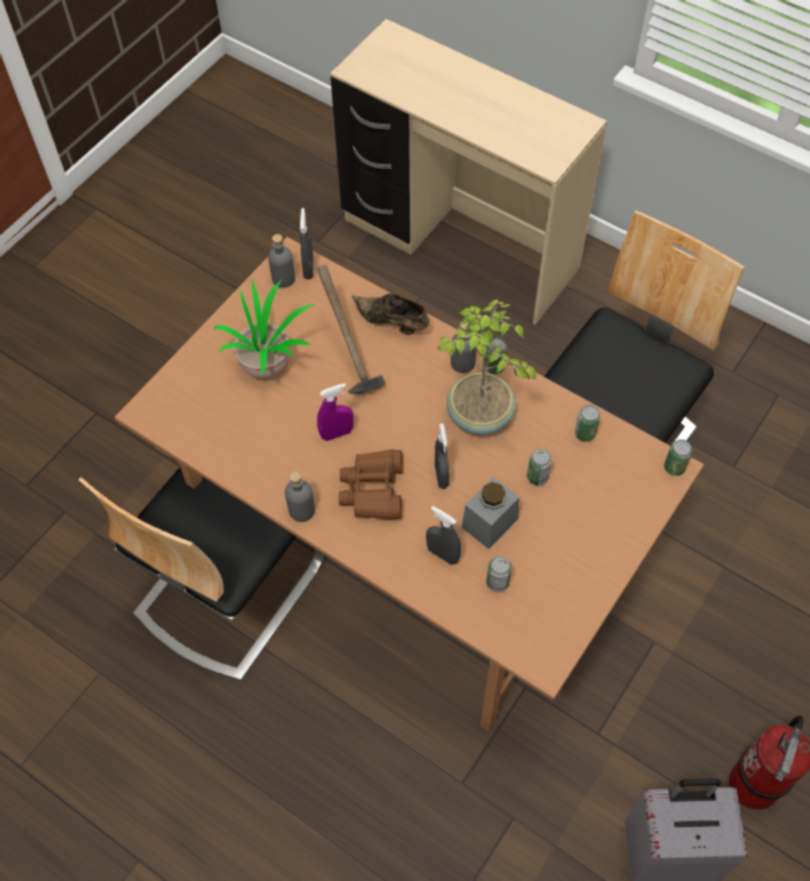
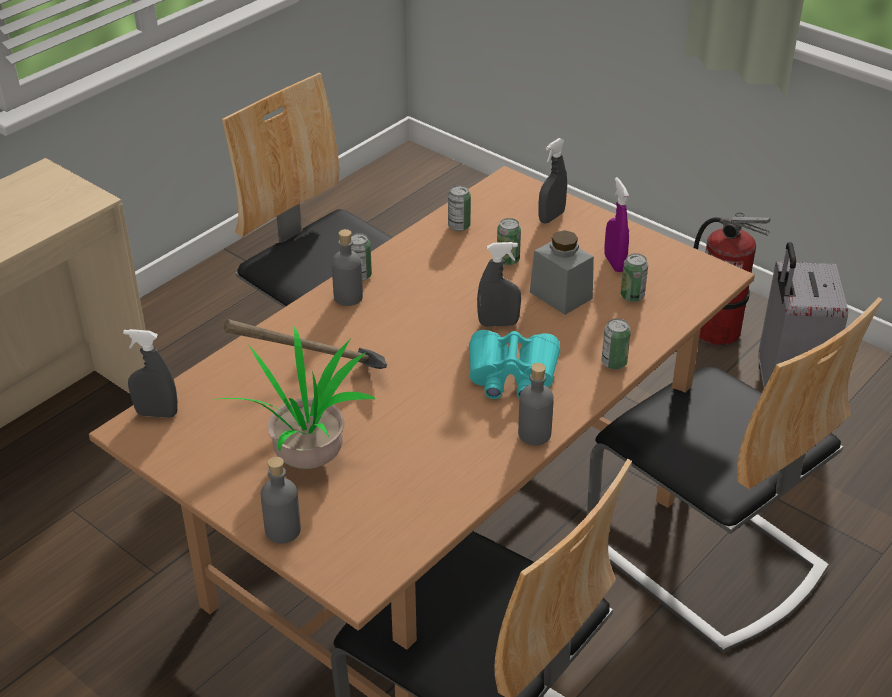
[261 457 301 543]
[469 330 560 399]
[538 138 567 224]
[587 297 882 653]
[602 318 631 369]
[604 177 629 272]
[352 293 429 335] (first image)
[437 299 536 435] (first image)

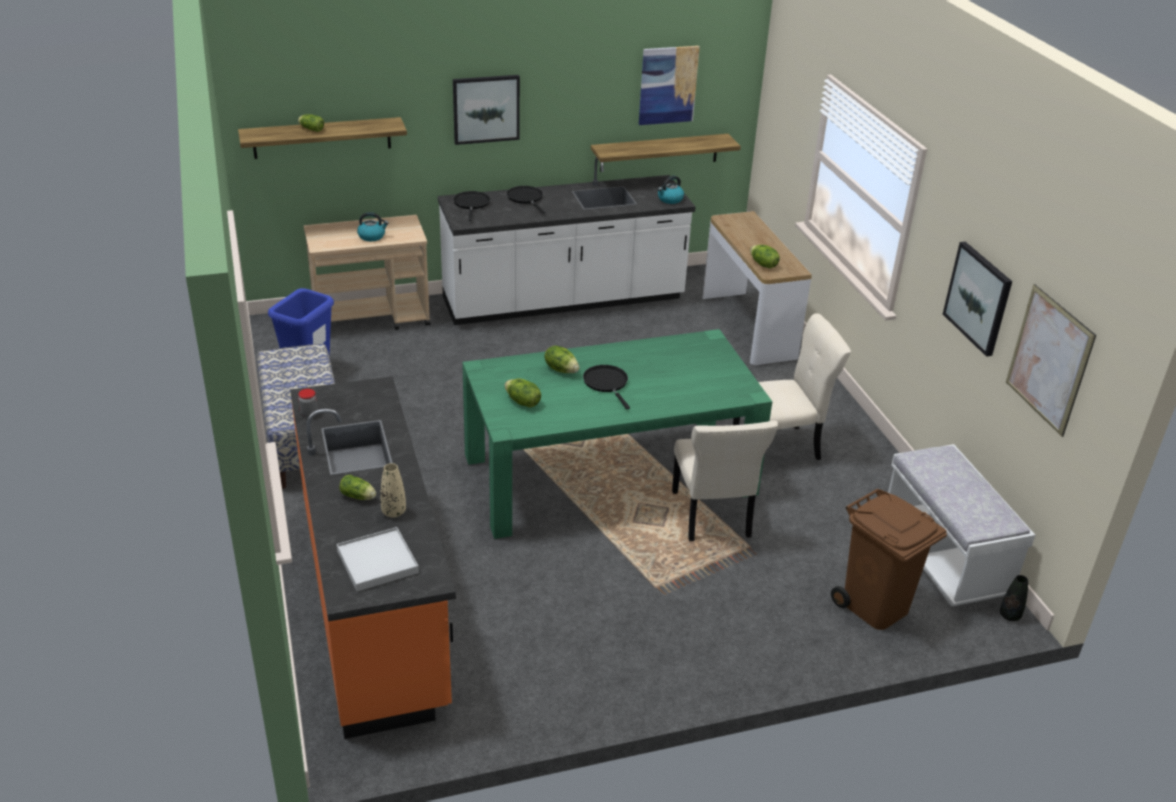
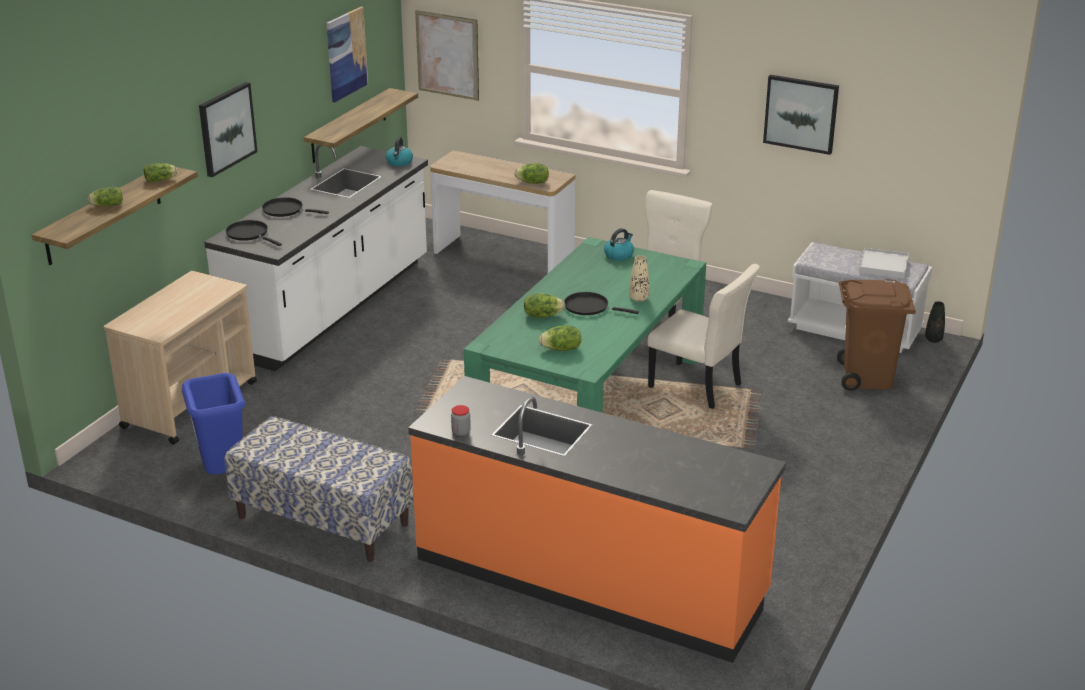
[144 163 177 182]
[415 10 479 101]
[604 228 634 261]
[629 255 649 302]
[859 248 909 279]

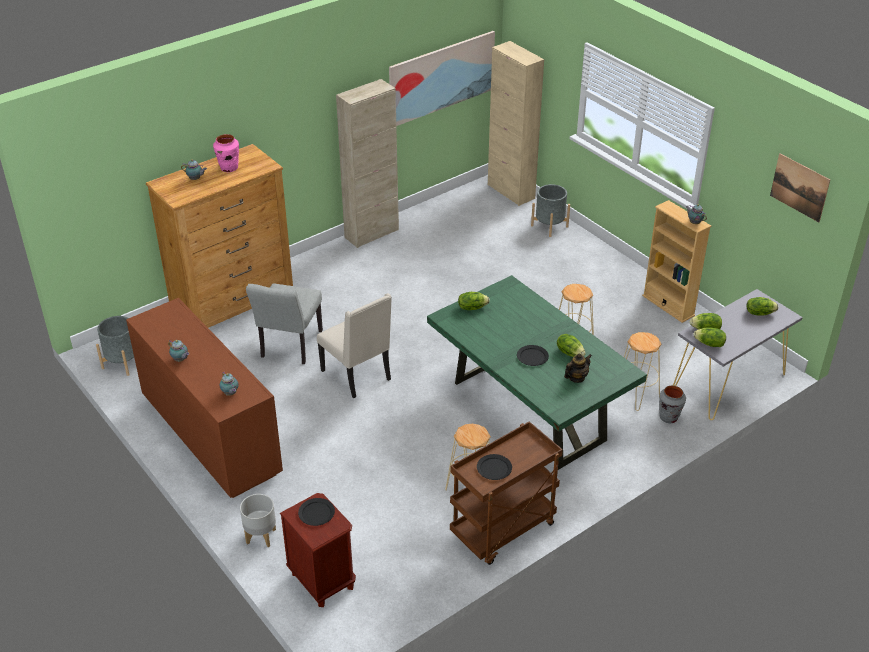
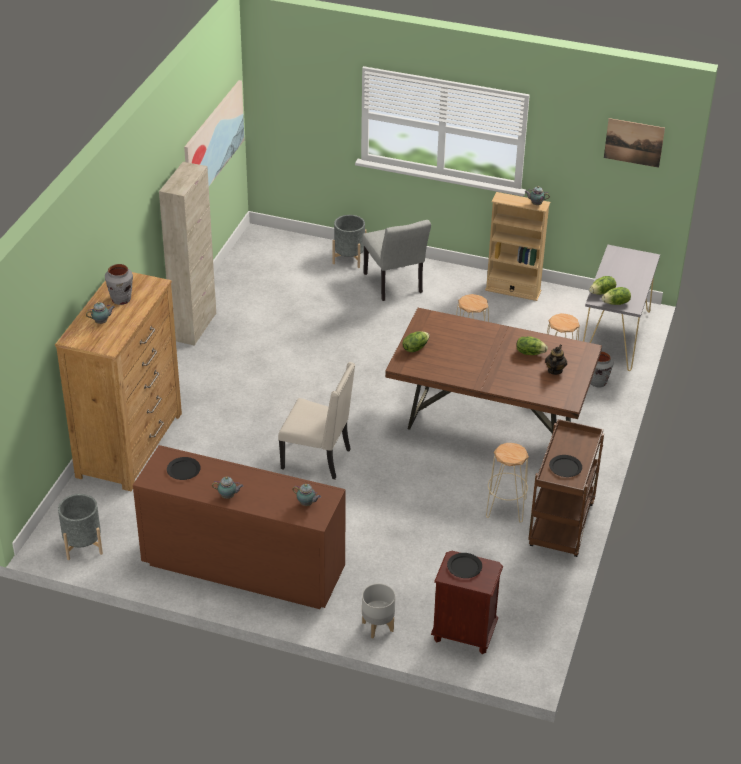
[105 264 133 305]
[167 457 201 480]
[362 220 431 301]
[385 308 602 434]
[488 41 544 206] (first image)
[747 297 778 315] (first image)

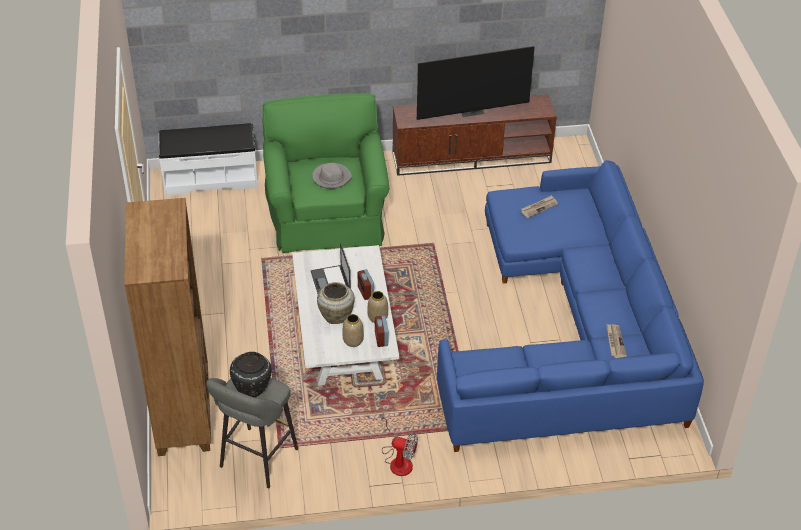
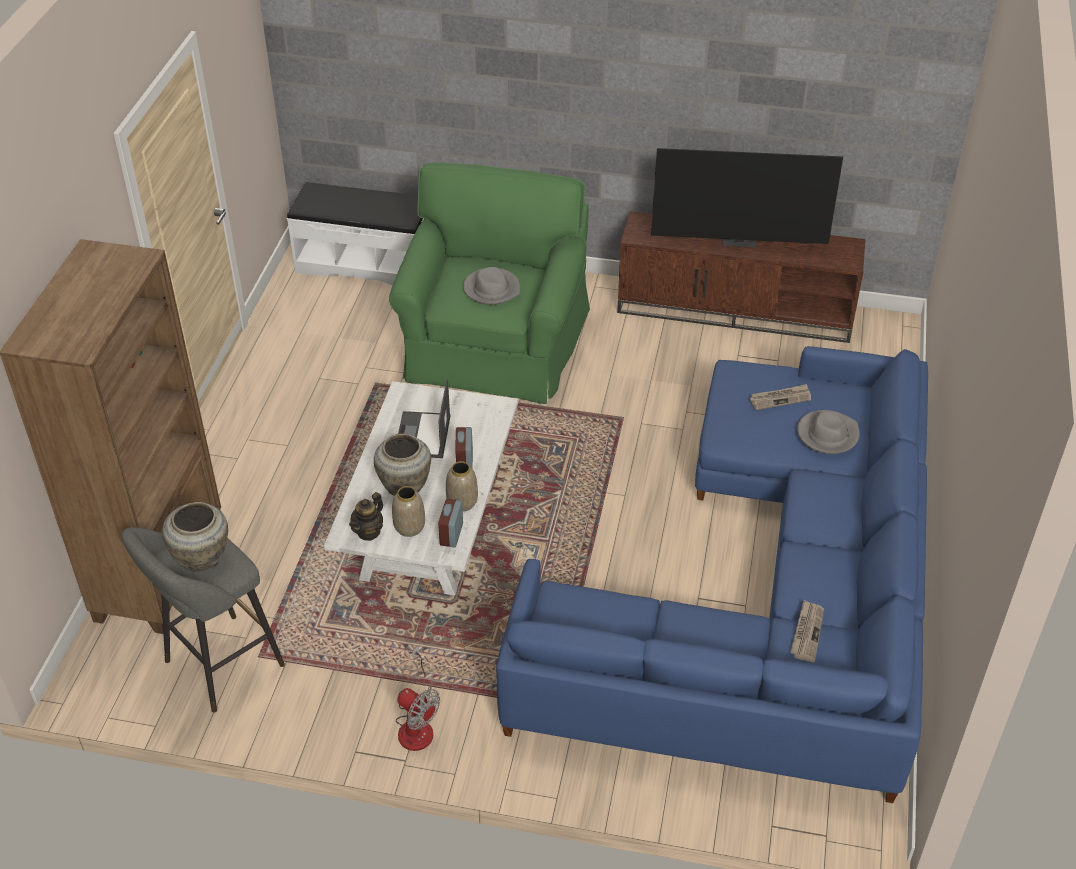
[162 502 228 572]
[349 492 383 541]
[797 410 859 454]

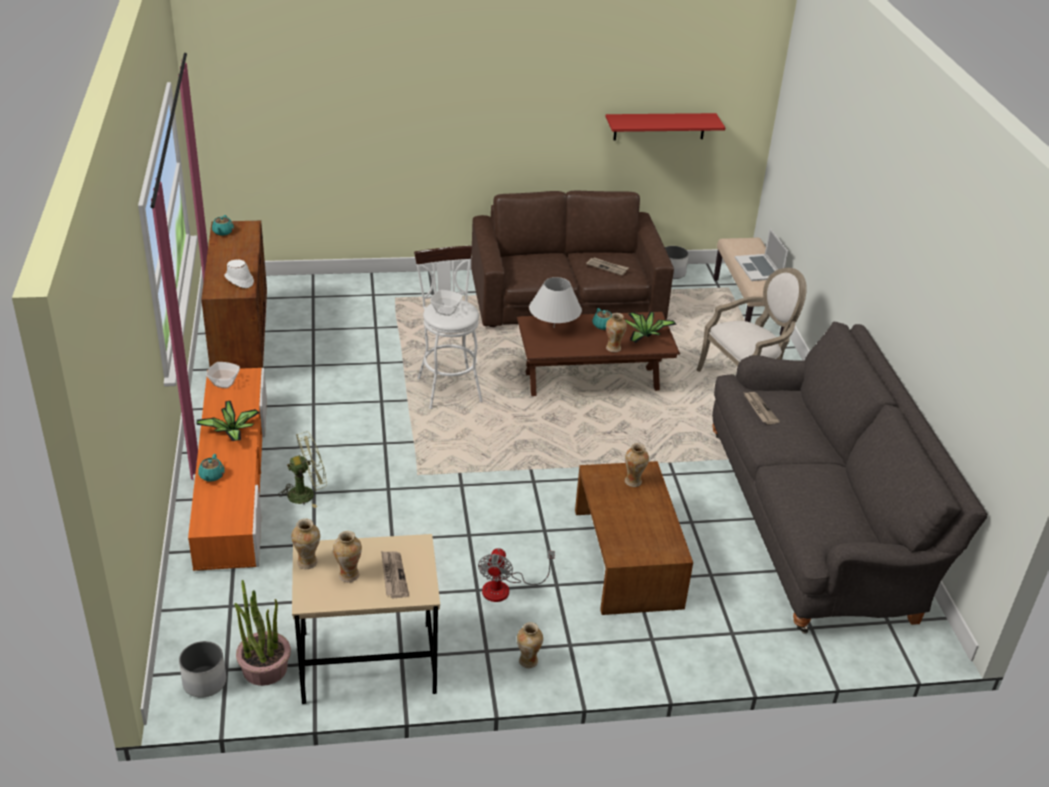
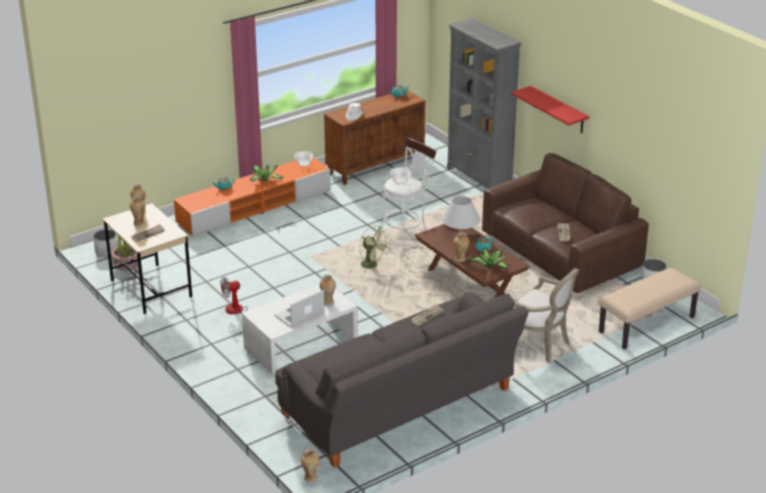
[242 284 358 375]
[274 290 325 328]
[301 448 319 483]
[359 225 389 272]
[447 18 522 188]
[511 86 589 133]

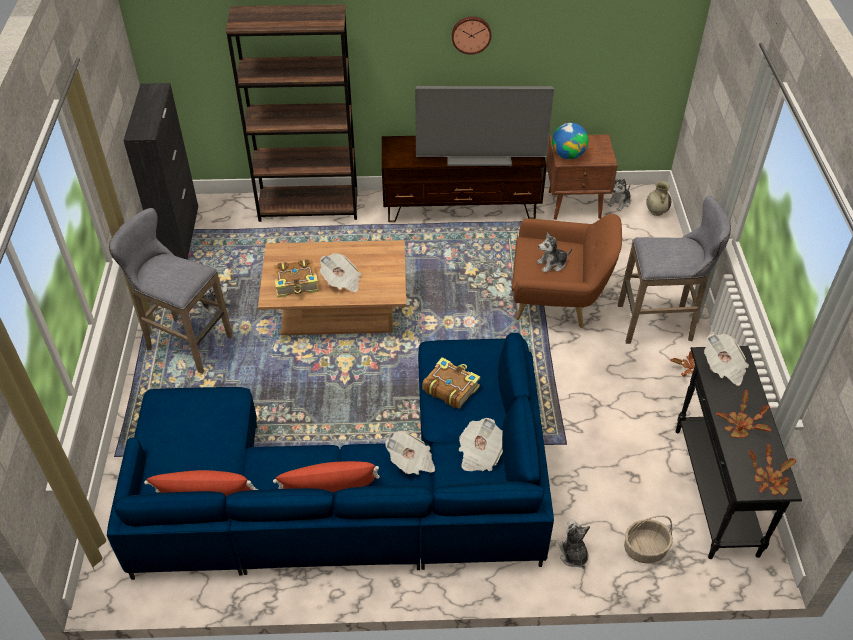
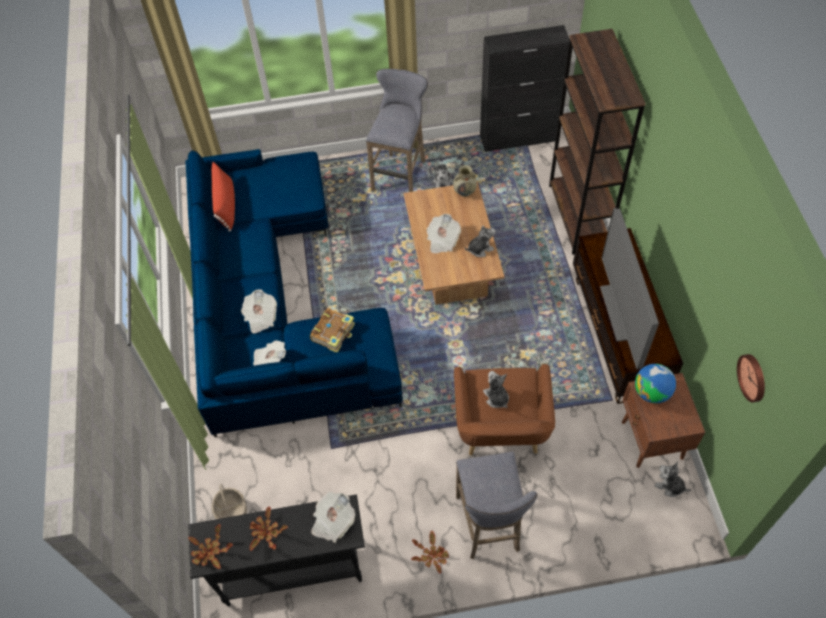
[453 165 477 197]
[465 225 496 257]
[737 354 765 403]
[273 461 380 492] (first image)
[274 259 319 297] (first image)

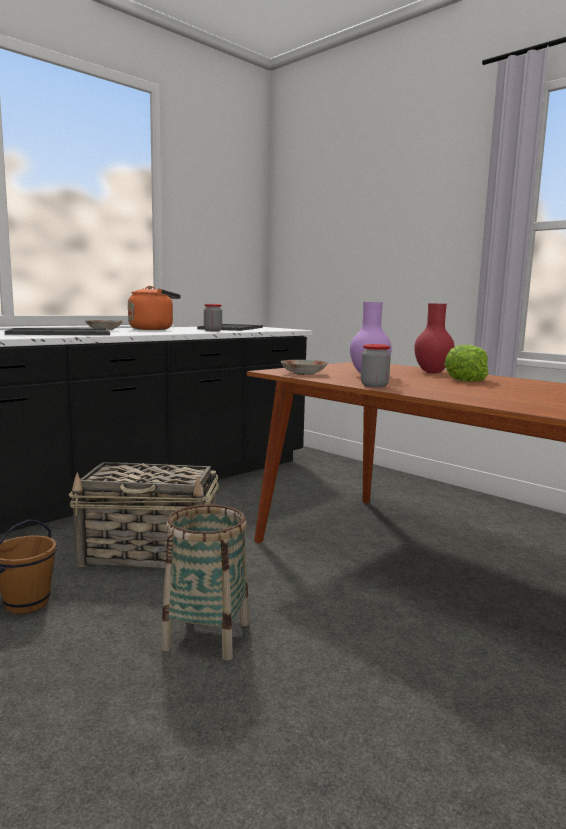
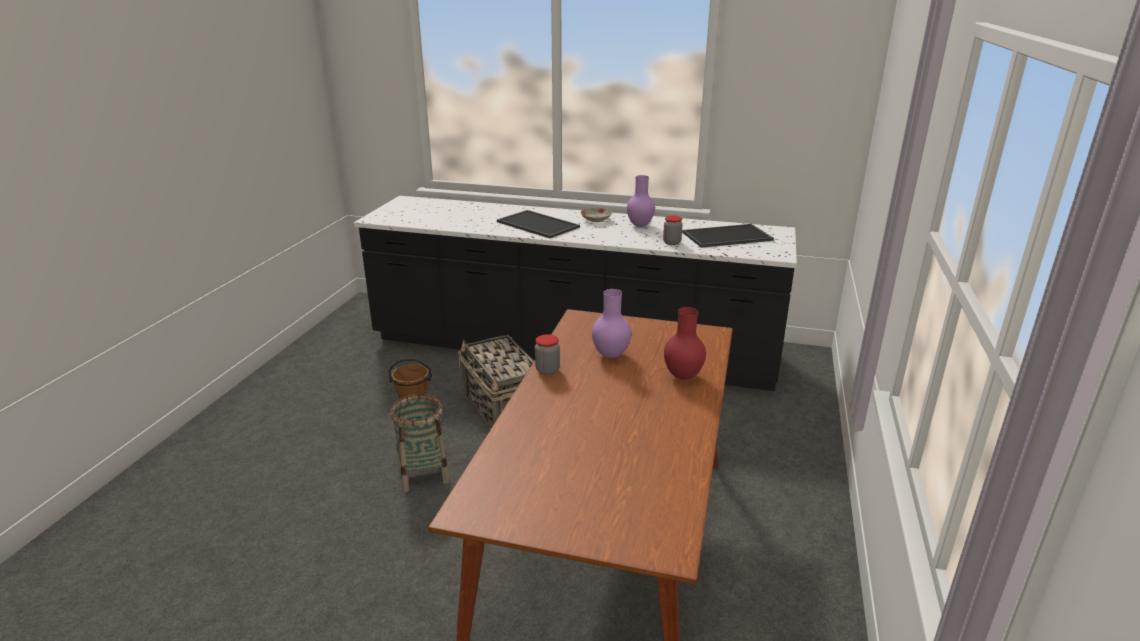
[627 175 655 227]
[281 360 328 375] (first image)
[444 345 489 381] (first image)

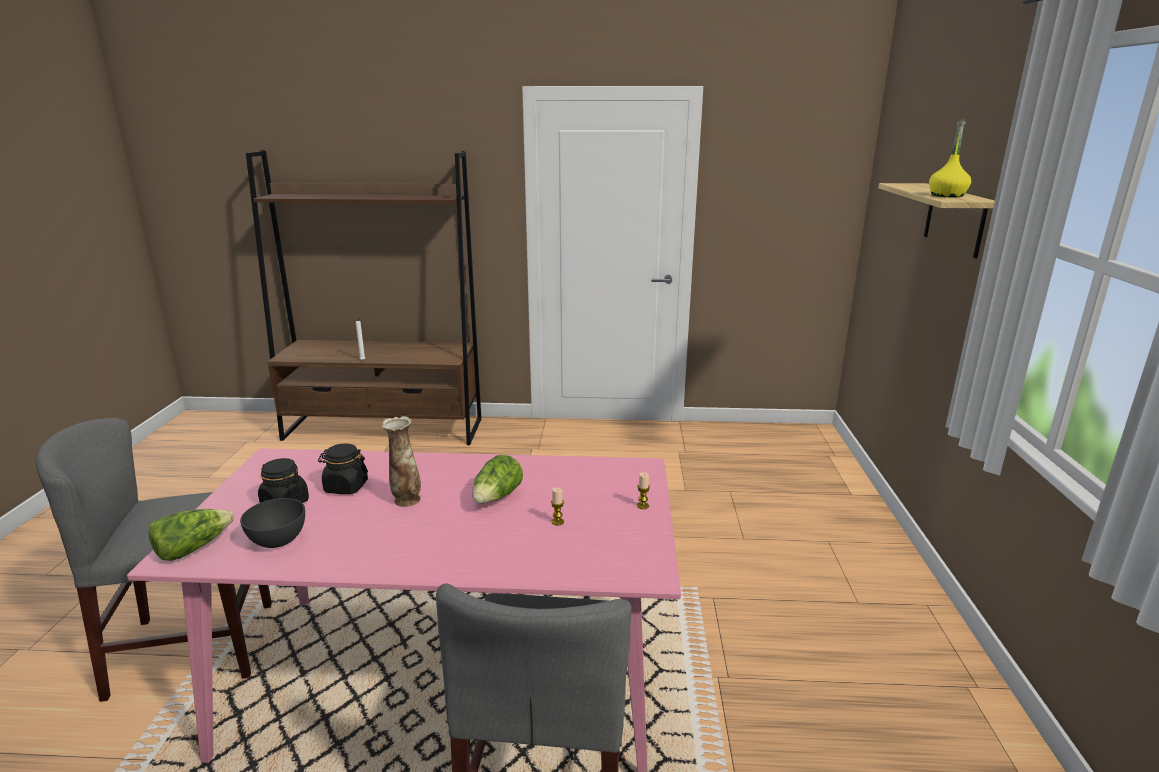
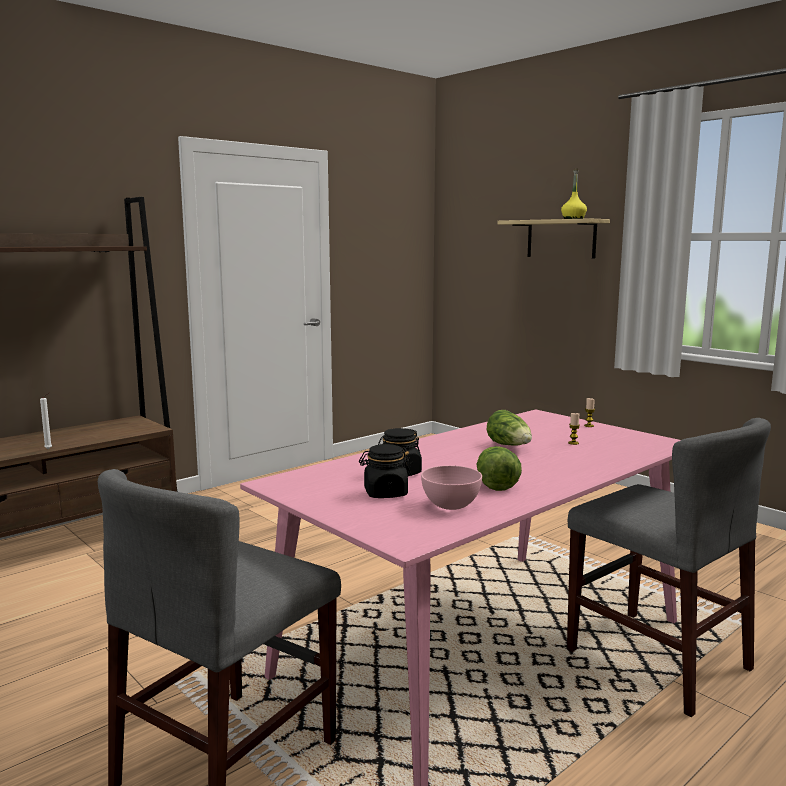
[421 465 482 510]
[477 446 522 491]
[382 416 421 507] (first image)

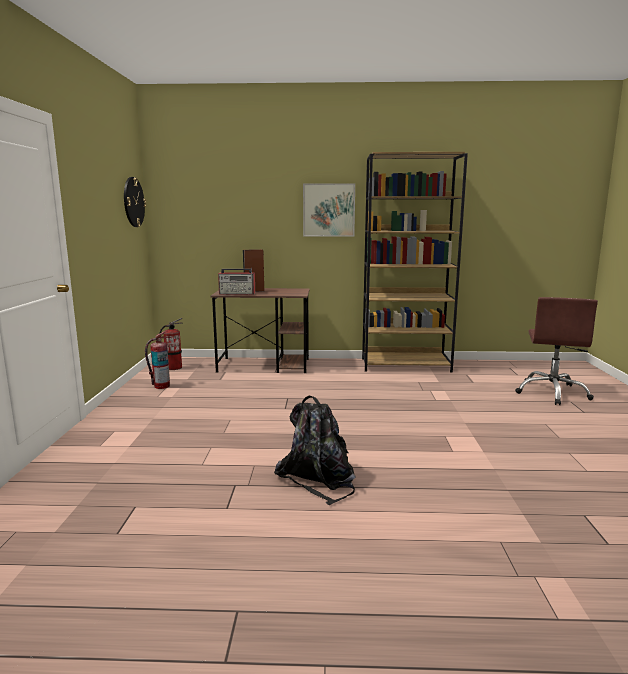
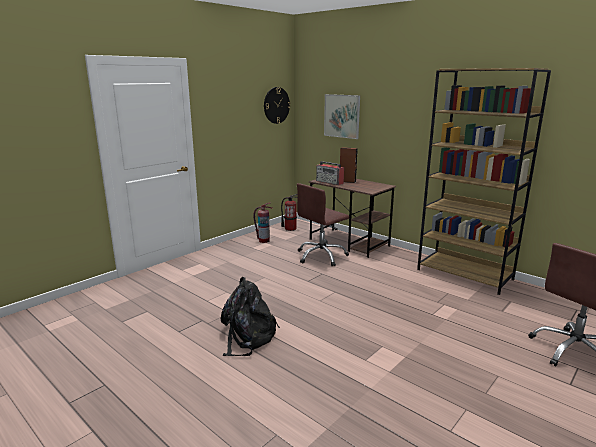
[297 183 349 266]
[324 94 360 139]

